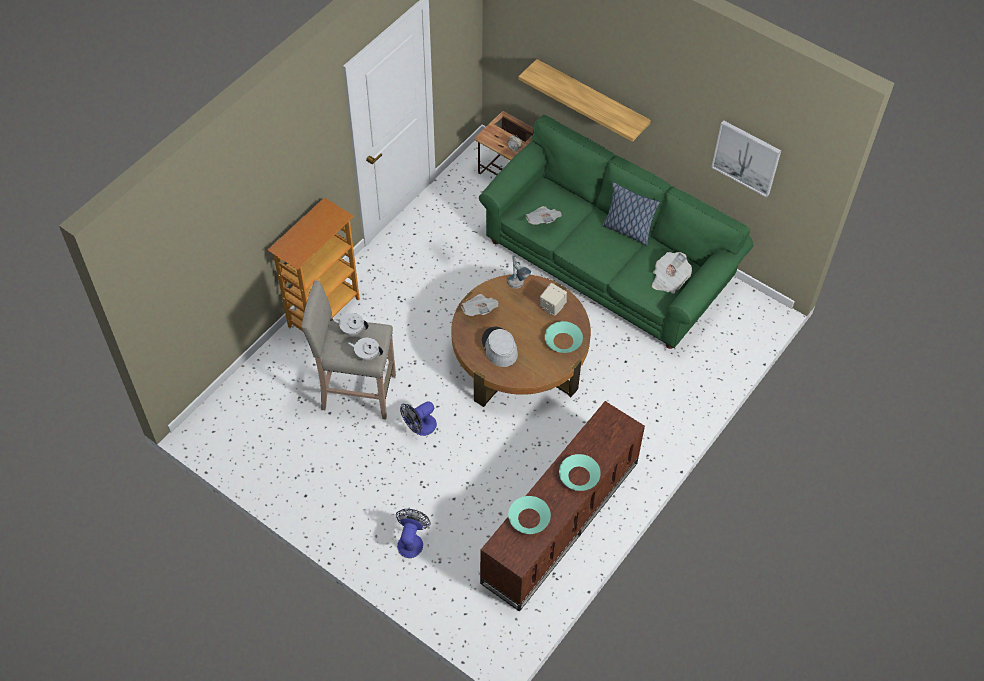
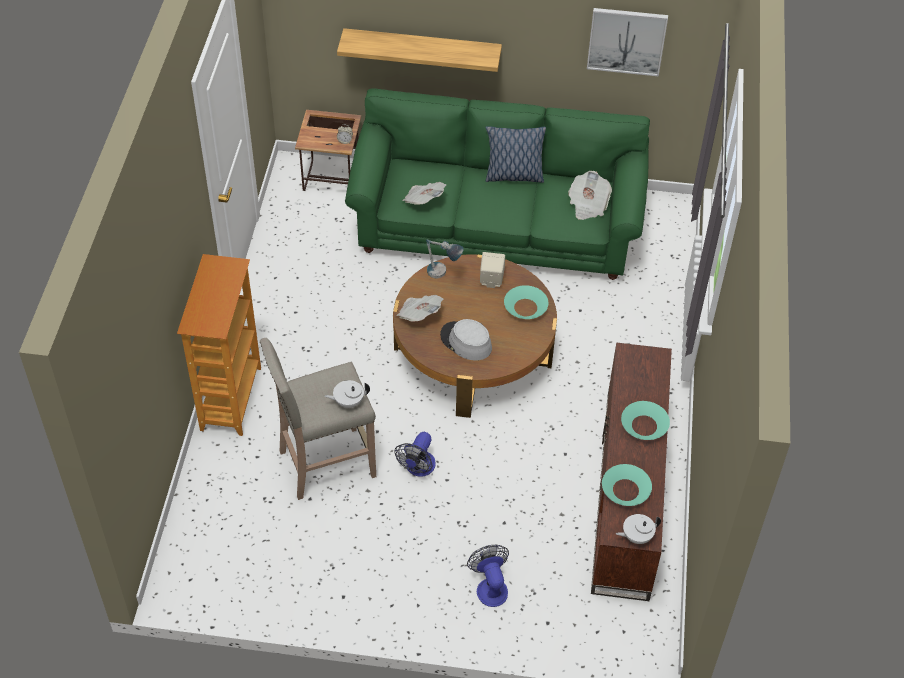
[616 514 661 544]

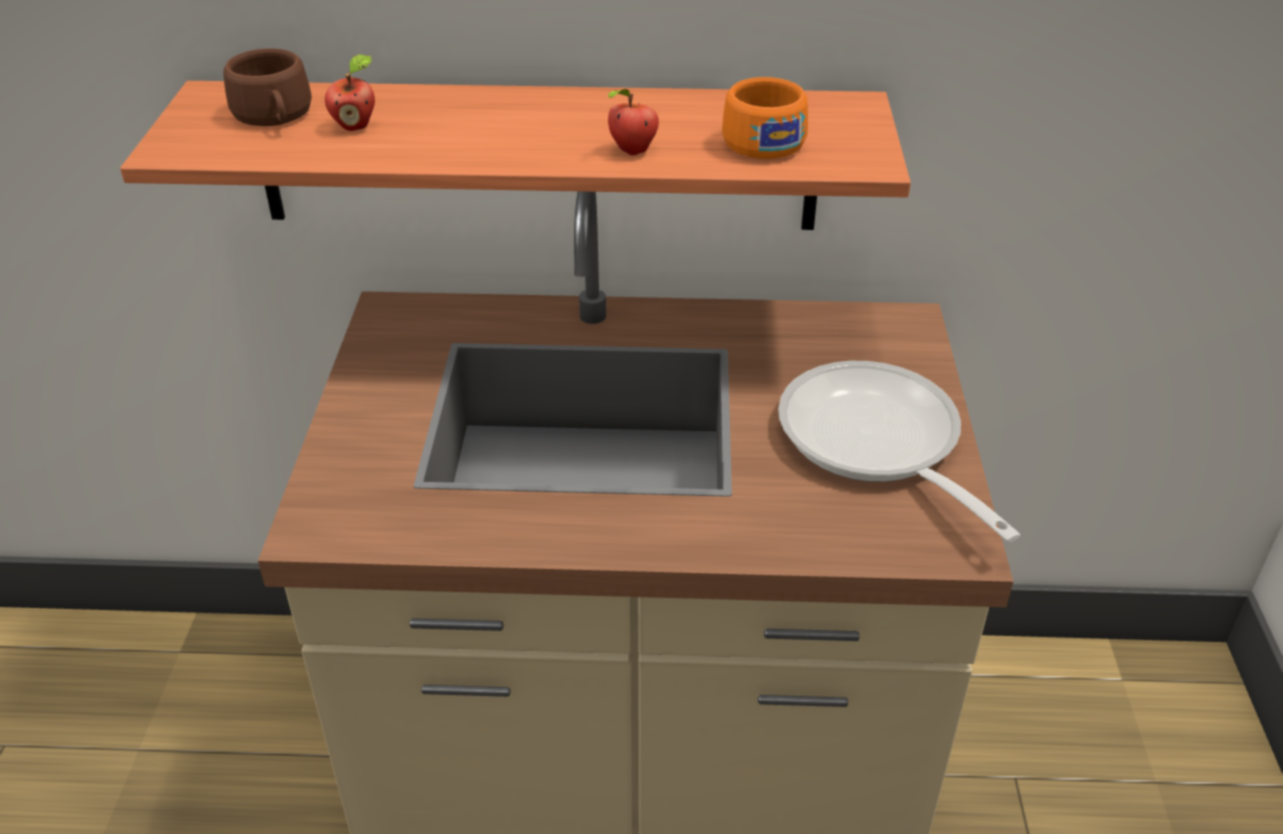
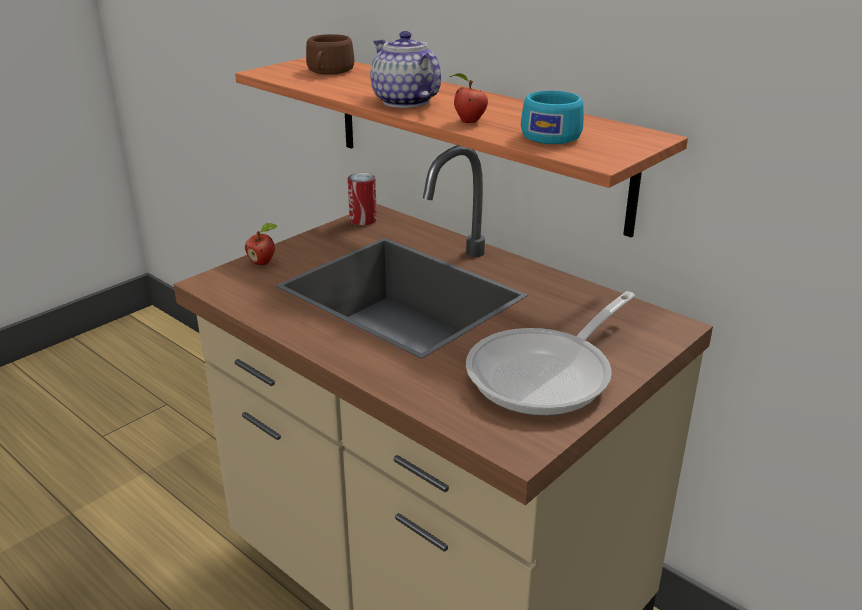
[245 223 277 265]
[348 173 377 225]
[370 31 441 108]
[466 291 635 416]
[521 91 584 144]

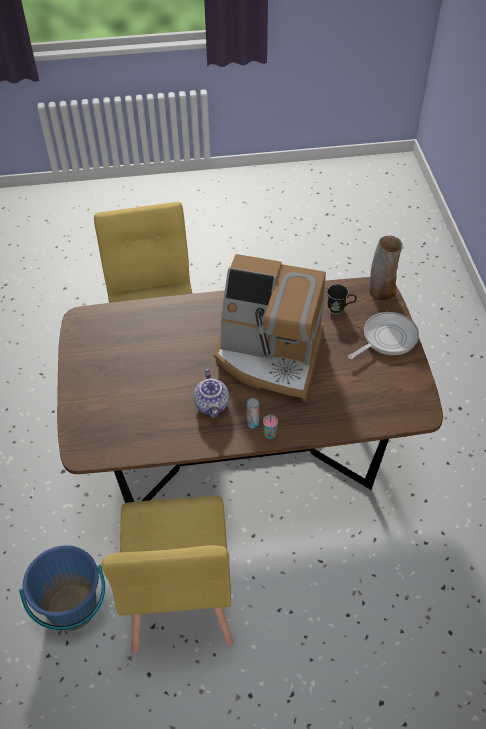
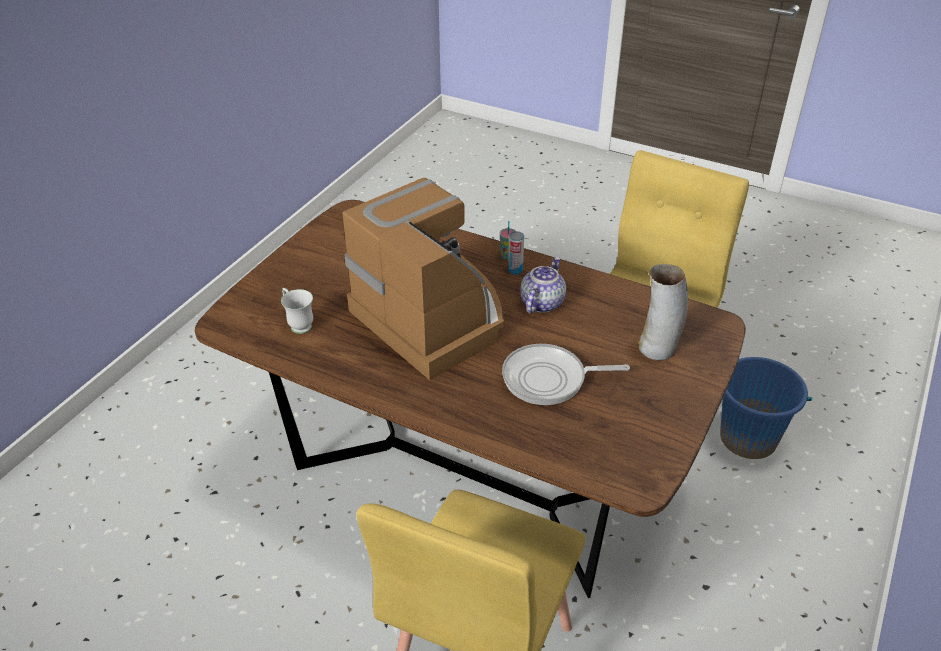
[281 288 313 334]
[502 344 630 405]
[638 264 688 360]

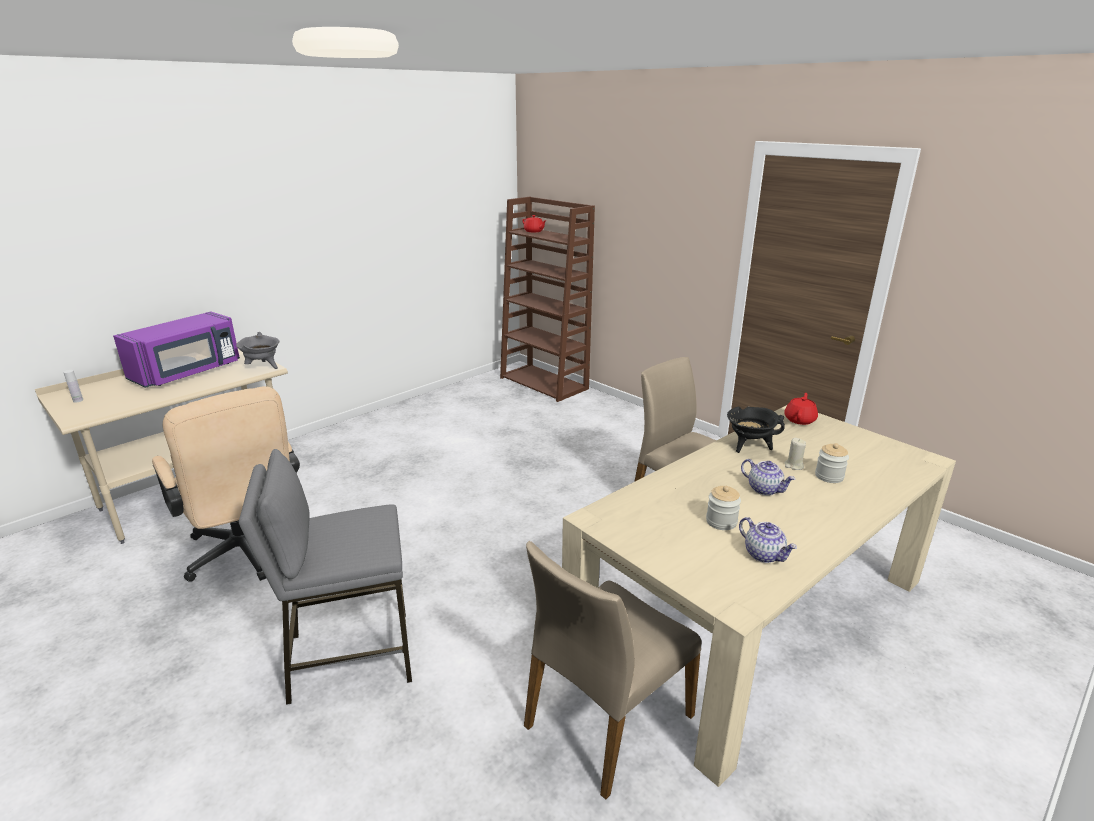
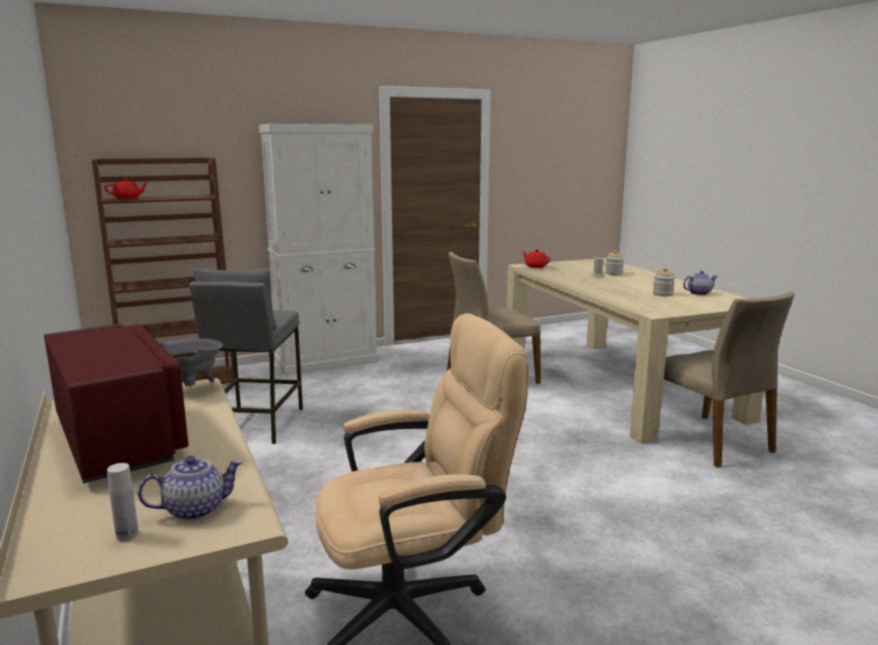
[44 324 188 484]
[138 456 243 520]
[190 268 303 444]
[259 124 379 376]
[727 406 785 453] (first image)

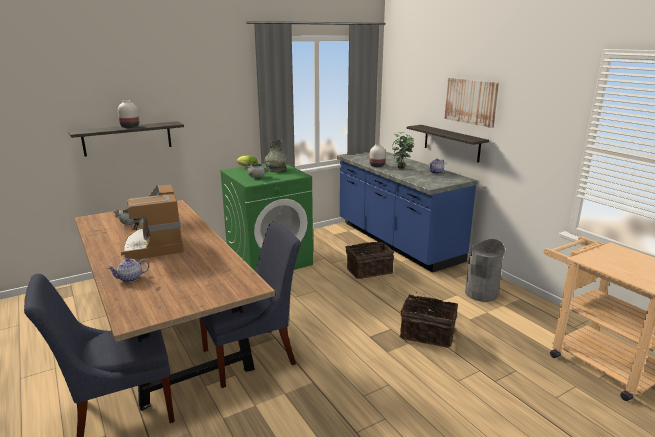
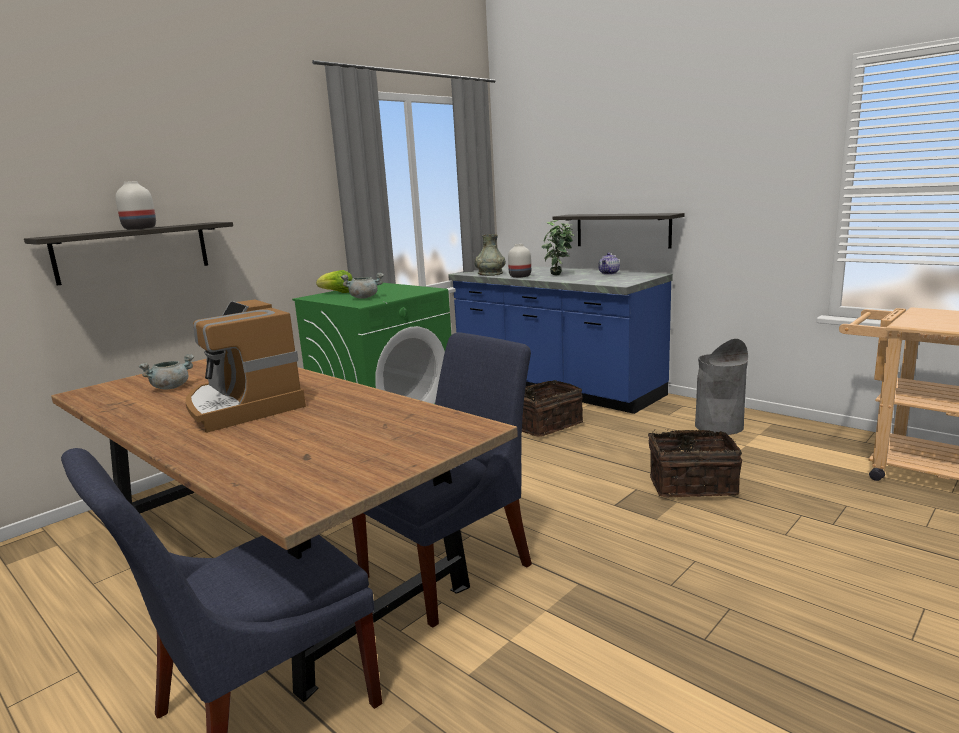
[474 234 506 276]
[107 258 149 282] (first image)
[444 78 499 128] (first image)

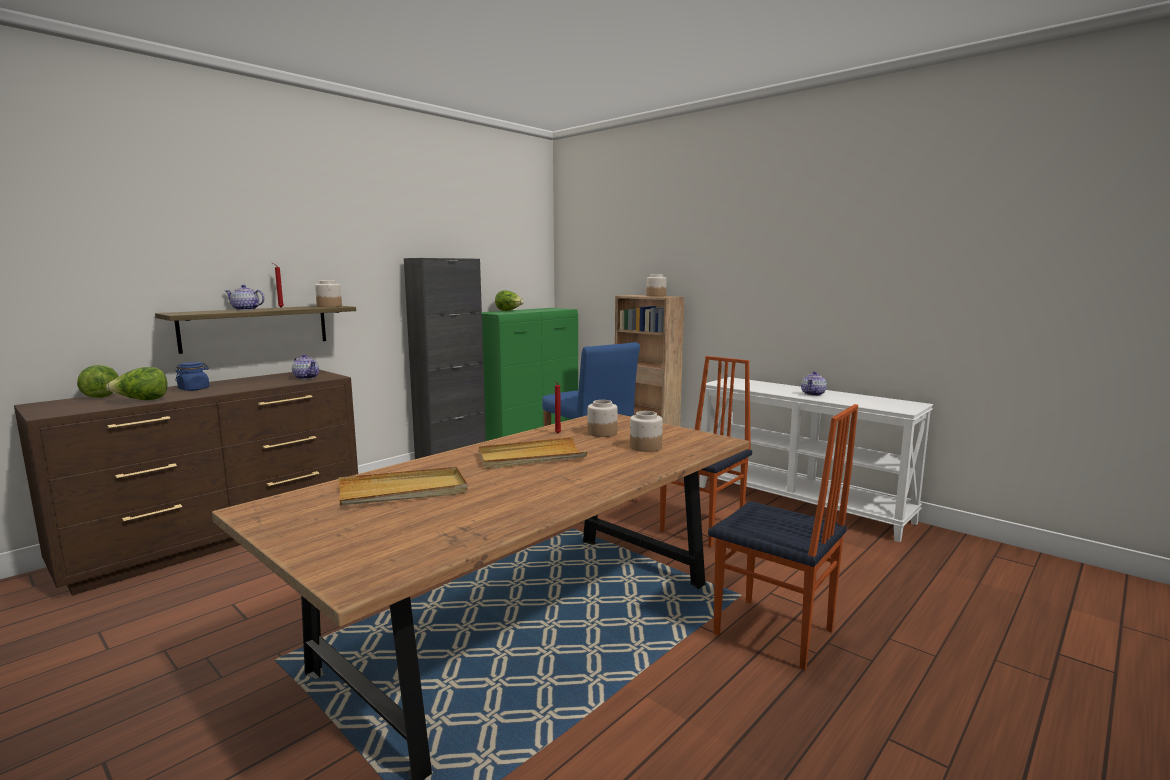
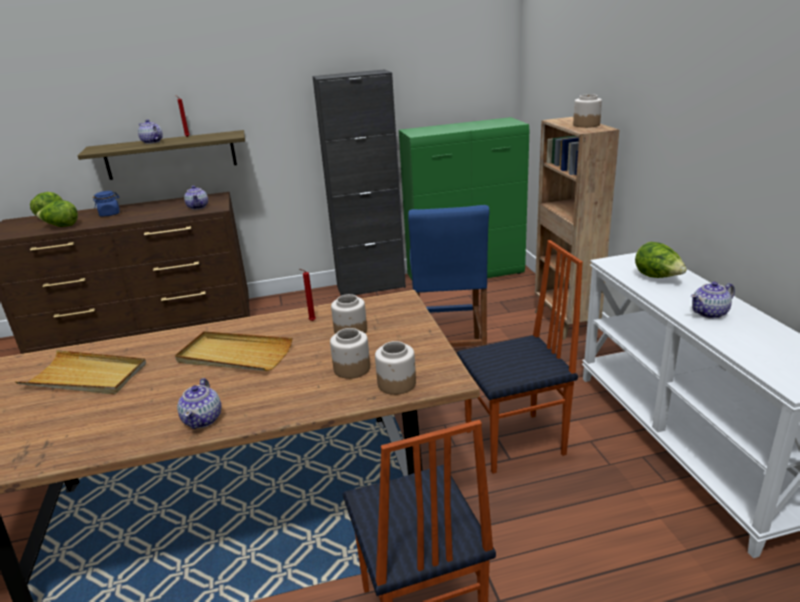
[177 378 222 429]
[375 341 416 395]
[635 242 687 278]

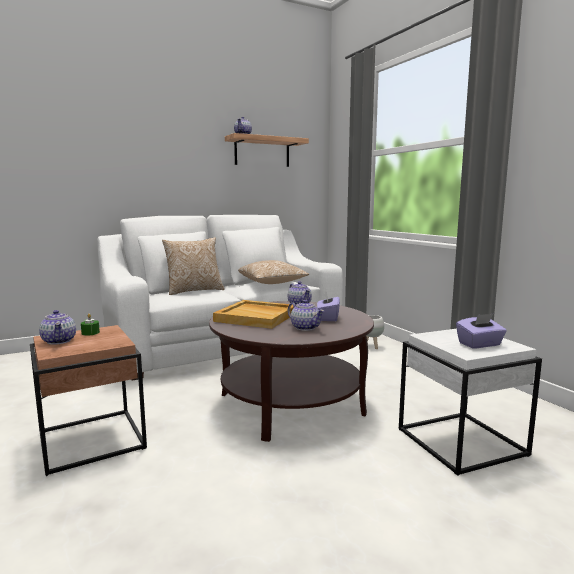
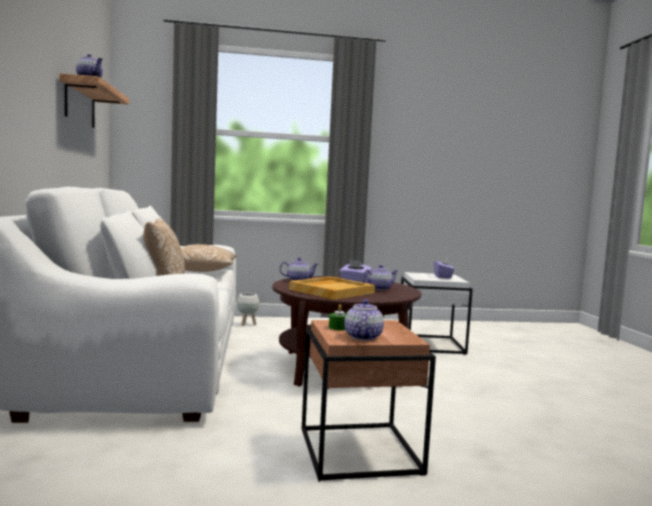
[344 299 384 341]

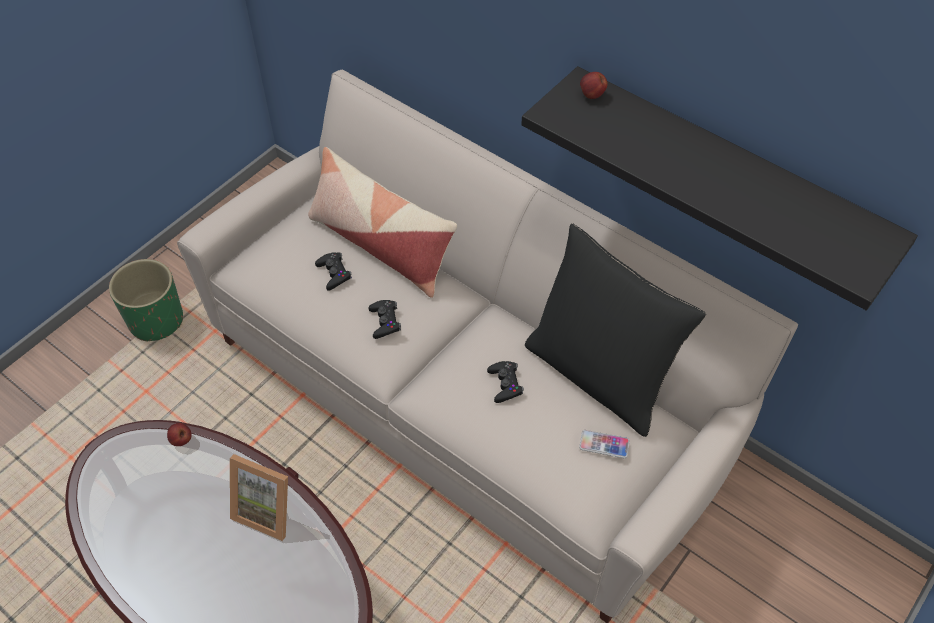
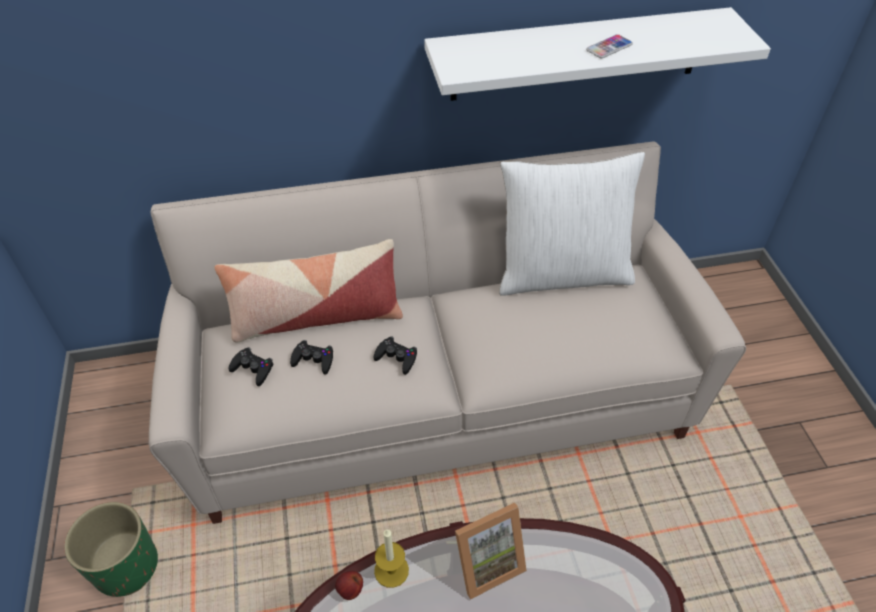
[228 347 273 386]
[374 529 409 588]
[424 7 771 101]
[499 152 645 296]
[586 34 633 58]
[580 72 608 99] (first image)

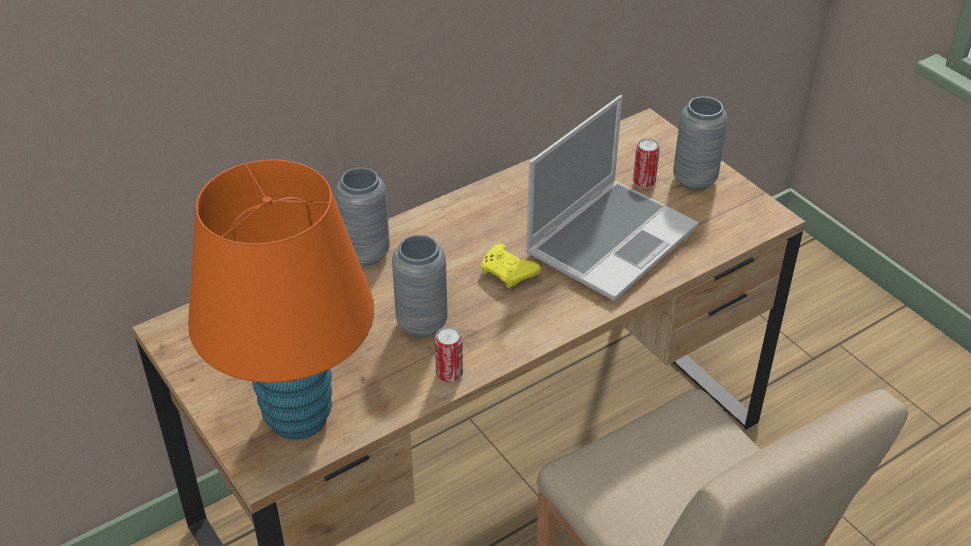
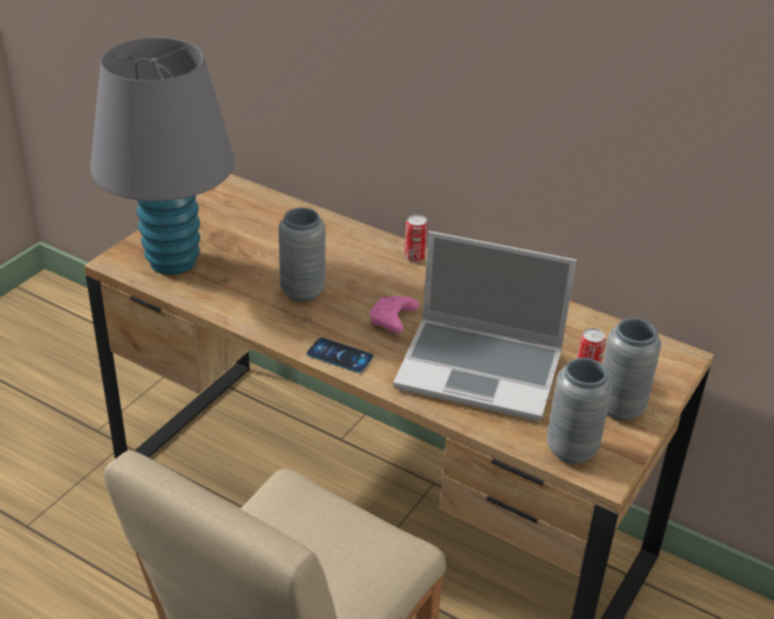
[90 38 235 275]
[307 337 373 373]
[370 296 419 333]
[404 215 428 262]
[547 358 612 464]

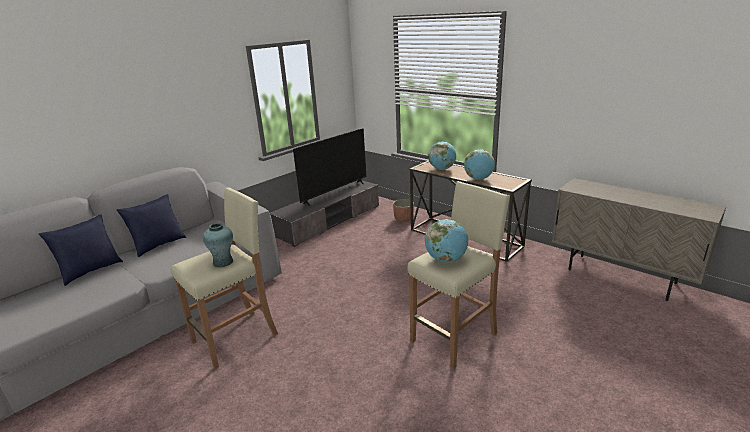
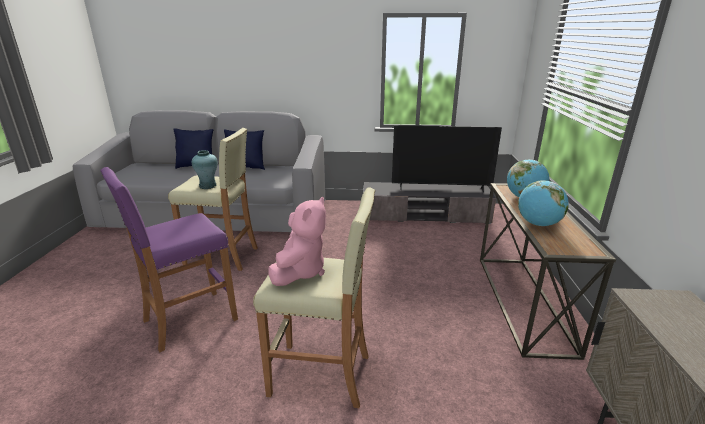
[100 167 238 352]
[268 197 326 286]
[393 199 414 222] (first image)

